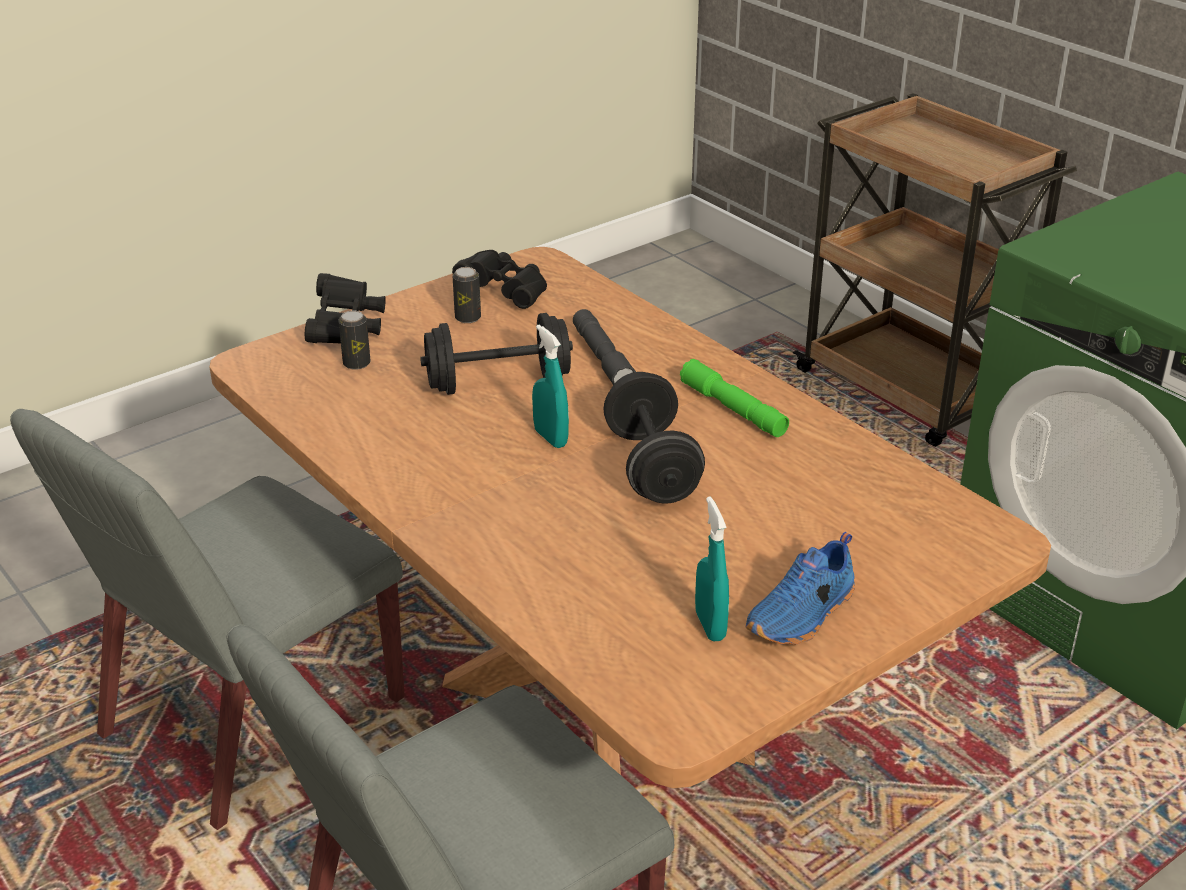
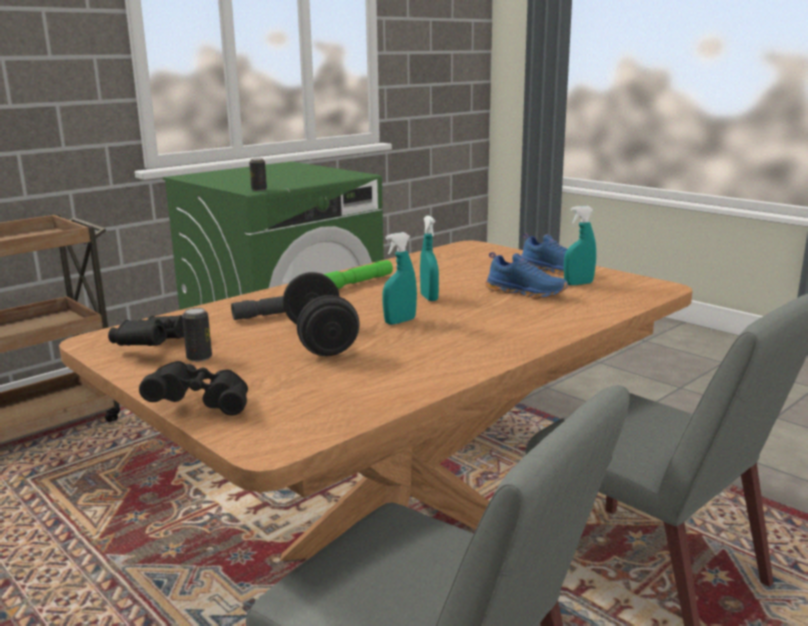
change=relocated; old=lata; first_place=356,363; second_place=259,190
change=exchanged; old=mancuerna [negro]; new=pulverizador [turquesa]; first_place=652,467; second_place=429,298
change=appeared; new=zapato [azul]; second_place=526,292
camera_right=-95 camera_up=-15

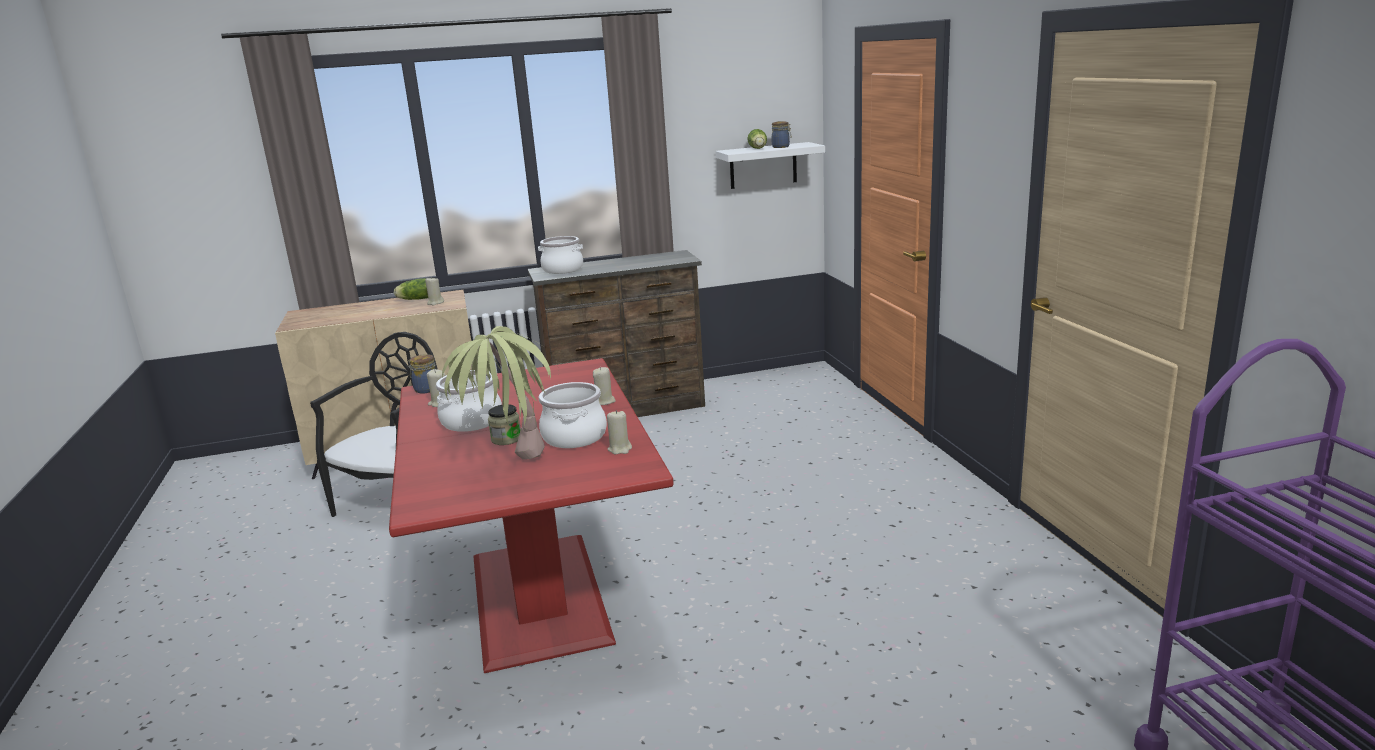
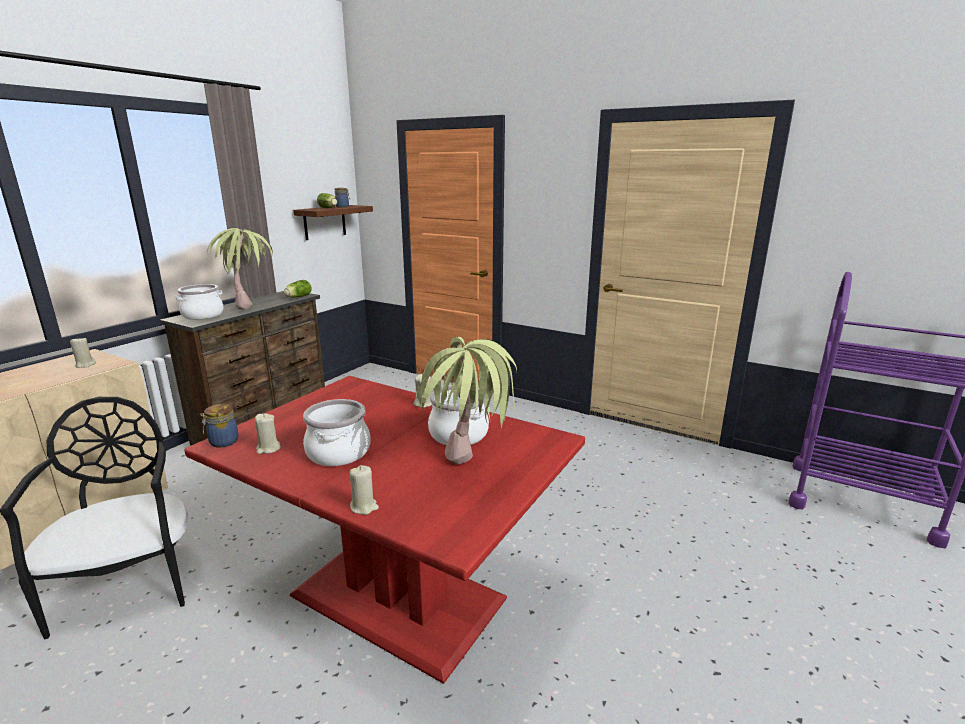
change=relocated; old=lechuga; first_place=414,299; second_place=297,297
change=missing; old=tarro; first_place=506,439
change=relocated; old=vela [beis]; first_place=620,449; second_place=364,507
change=colour; old=estante [blanco]; new=estante [marrón]; first_place=763,165; second_place=324,222
change=appeared; new=planta en maceta; second_place=250,305
camera_right=-45 camera_up=0

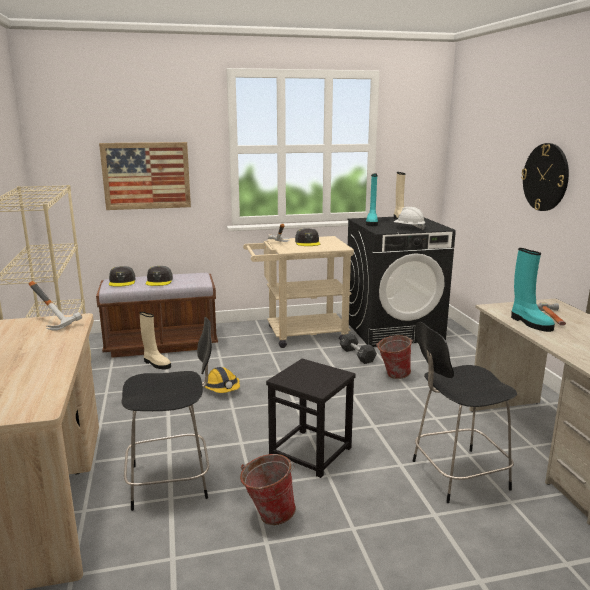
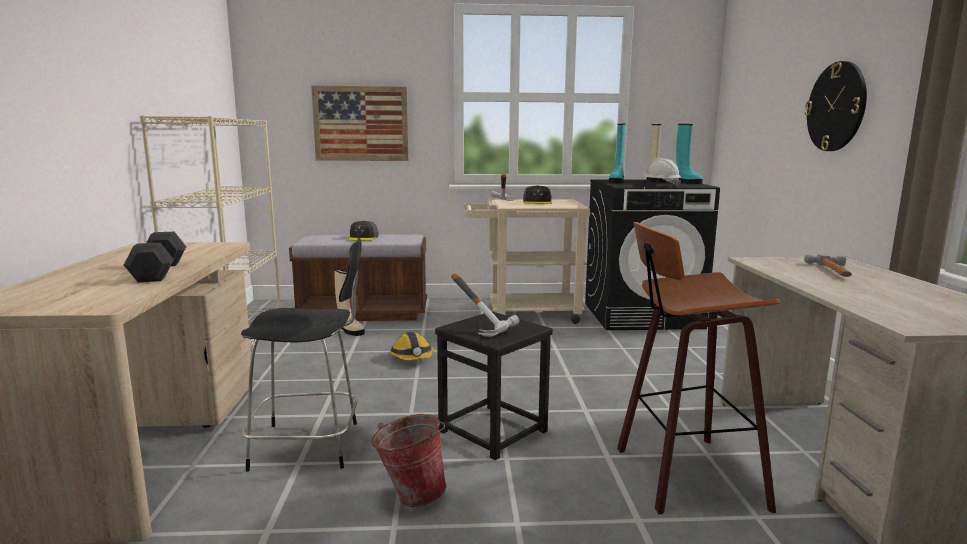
change=relocated; old=martillo; first_place=58,322; second_place=485,326
change=missing; old=gorra [gris]; first_place=122,282
change=relocated; old=mancuerna [negro]; first_place=357,355; second_place=159,272
change=missing; old=cubo; first_place=392,375
change=exchanged; old=silla [negro]; new=taburete; first_place=456,475; second_place=683,476
change=relocated; old=bota [turquesa]; first_place=529,323; second_place=686,182
camera_right=10 camera_up=-5

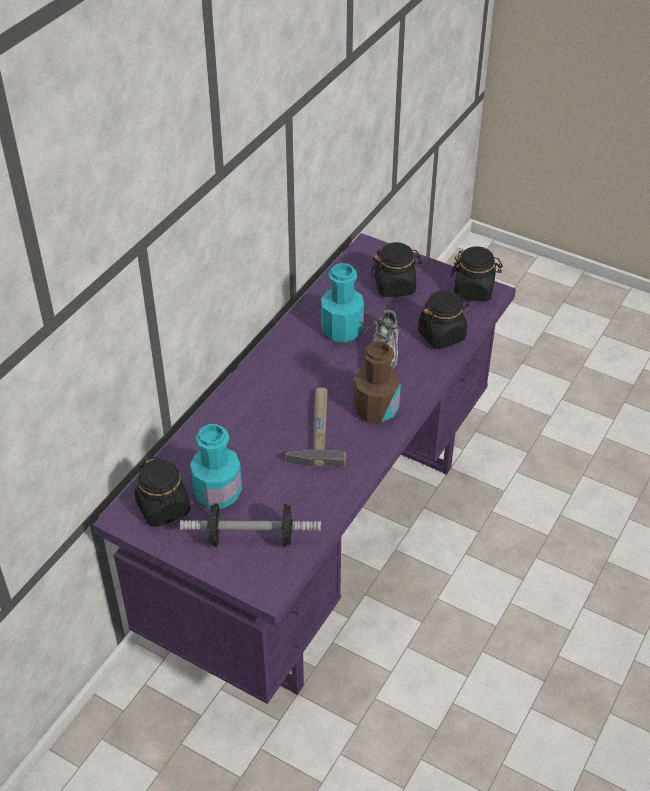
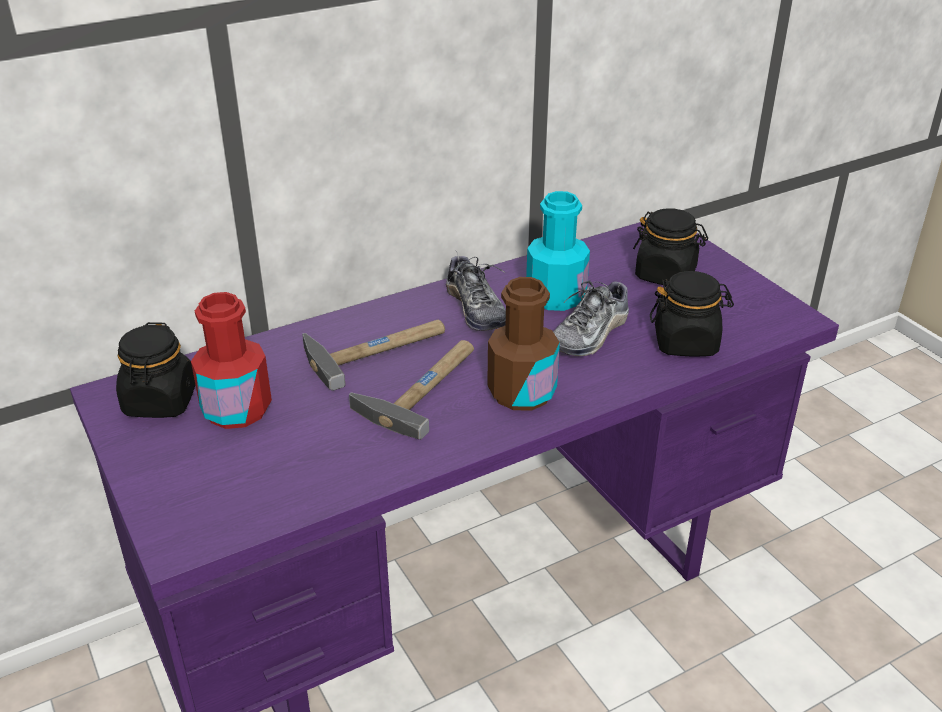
change=missing; old=mancuerna; first_place=251,538
change=colour; old=botella [turquesa]; new=botella [rojo]; first_place=218,493; second_place=236,410
change=missing; old=tarro [negro]; first_place=474,290
change=appeared; new=martillo; second_place=377,350
change=appeared; new=zapato; second_place=475,309
camera_right=30 camera_up=-10

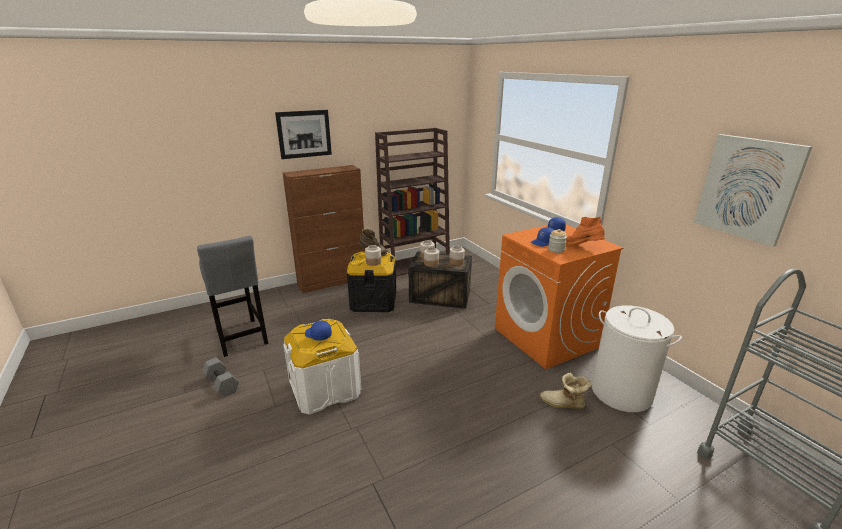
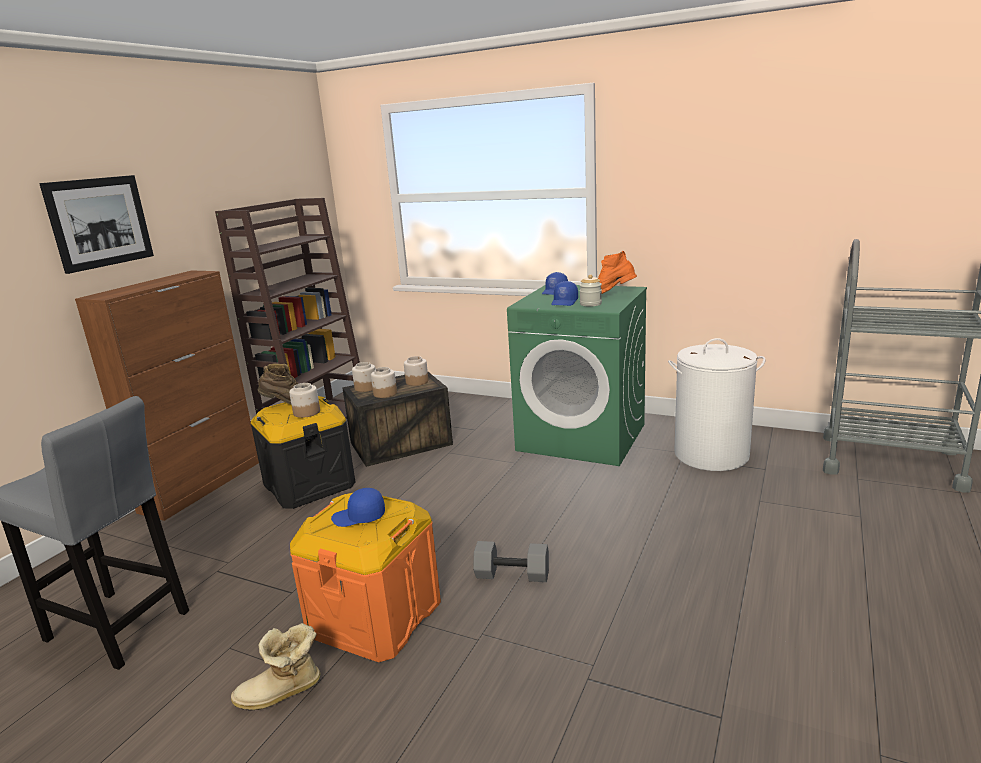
change=relocated; old=mancuerna [gris]; first_place=222,384; second_place=513,574
change=colour; old=caja de almacenaje [blanco]; new=caja de almacenaje [naranja]; first_place=325,389; second_place=375,616
change=colour; old=lavadora [naranja]; new=lavadora [verde]; first_place=546,338; second_place=582,437
change=relocated; old=bota; first_place=563,404; second_place=282,694
change=missing; old=cuadro; first_place=748,188
camera_right=-35 camera_up=-5

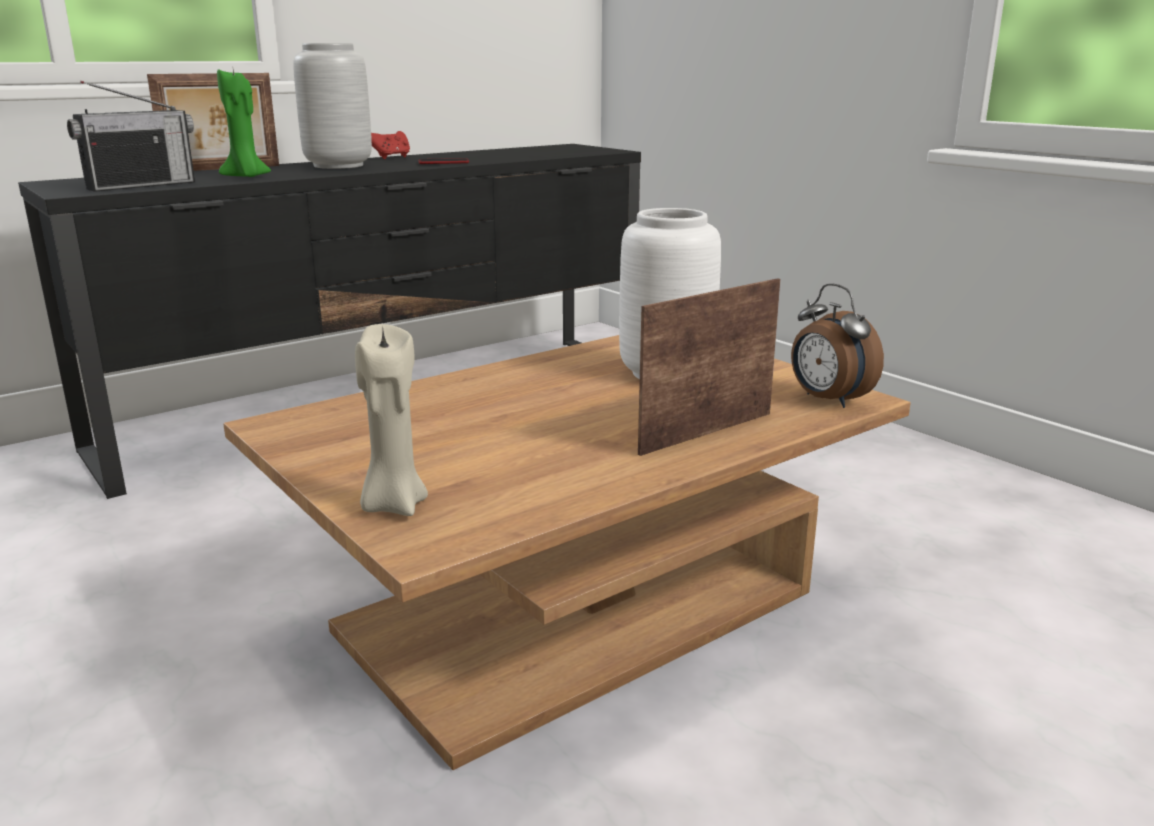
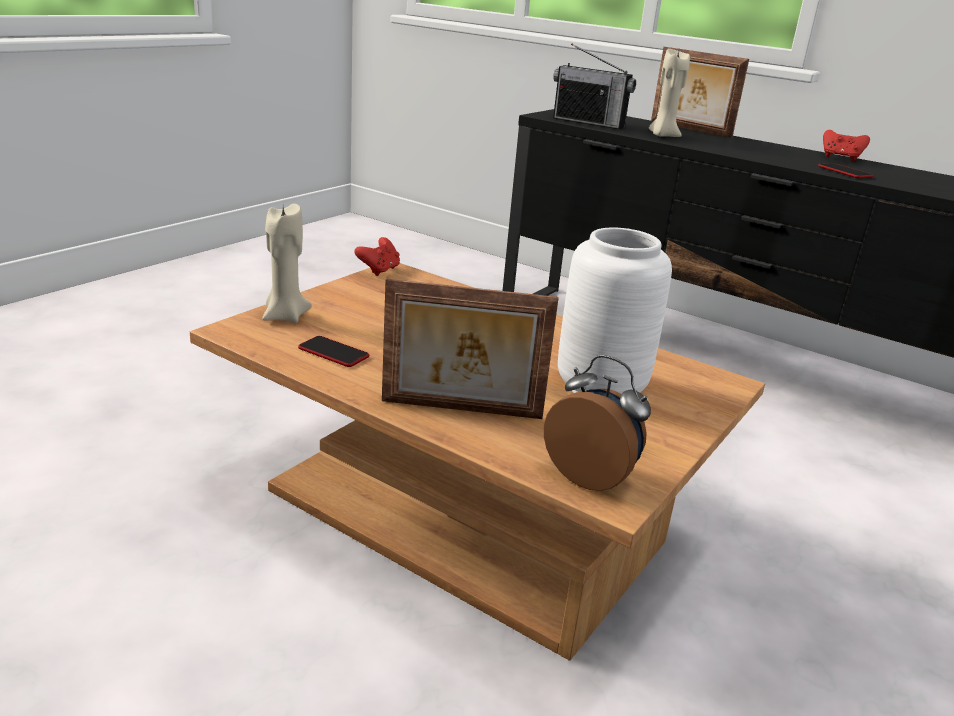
change=colour; old=vela [verde]; new=vela [beis]; first_place=246,177; second_place=662,136
change=missing; old=florero [gris]; first_place=340,166
change=spun; old=portarretratos; first_place=704,432; second_place=461,410; degrees=150
change=spun; old=despertador; first_place=827,400; second_place=591,476; degrees=90
change=appeared; new=móvil; second_place=333,353
change=appeared; new=mando de consola [rojo]; second_place=379,270
camera_right=70 camera_up=5

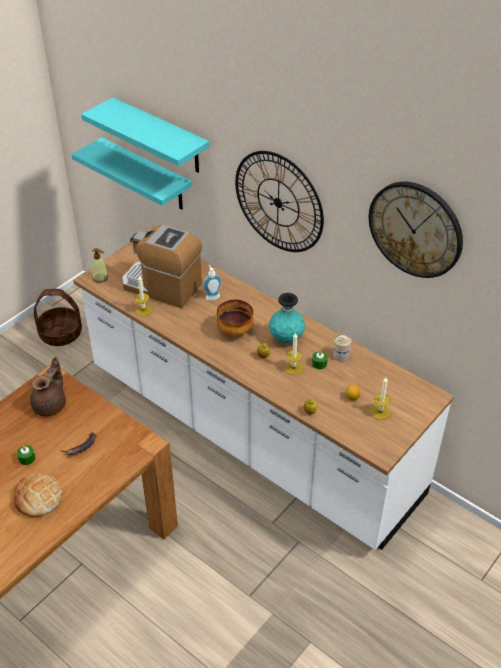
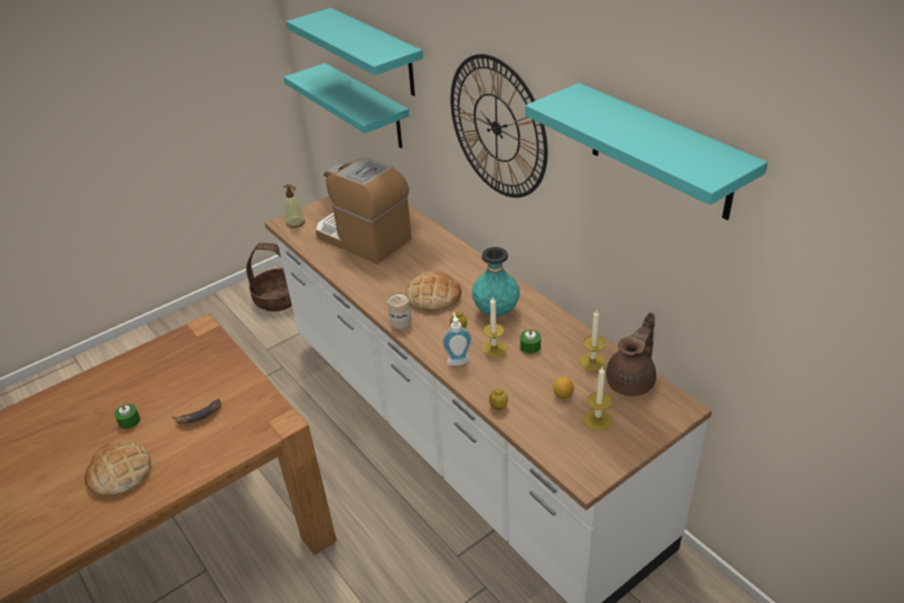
change=relocated; old=tetera [marrón]; first_place=51,405; second_place=632,381
change=relocated; old=vela; first_place=143,310; second_place=592,362
change=relocated; old=dispensador de jabón; first_place=212,296; second_place=458,359
change=exchanged; old=cuenco; new=pan; first_place=235,330; second_place=433,295
change=relocated; old=lata; first_place=341,355; second_place=400,321
change=exchanged; old=reloj de pared; new=estante [turquesa]; first_place=415,229; second_place=660,152
camera_right=15 camera_up=-5

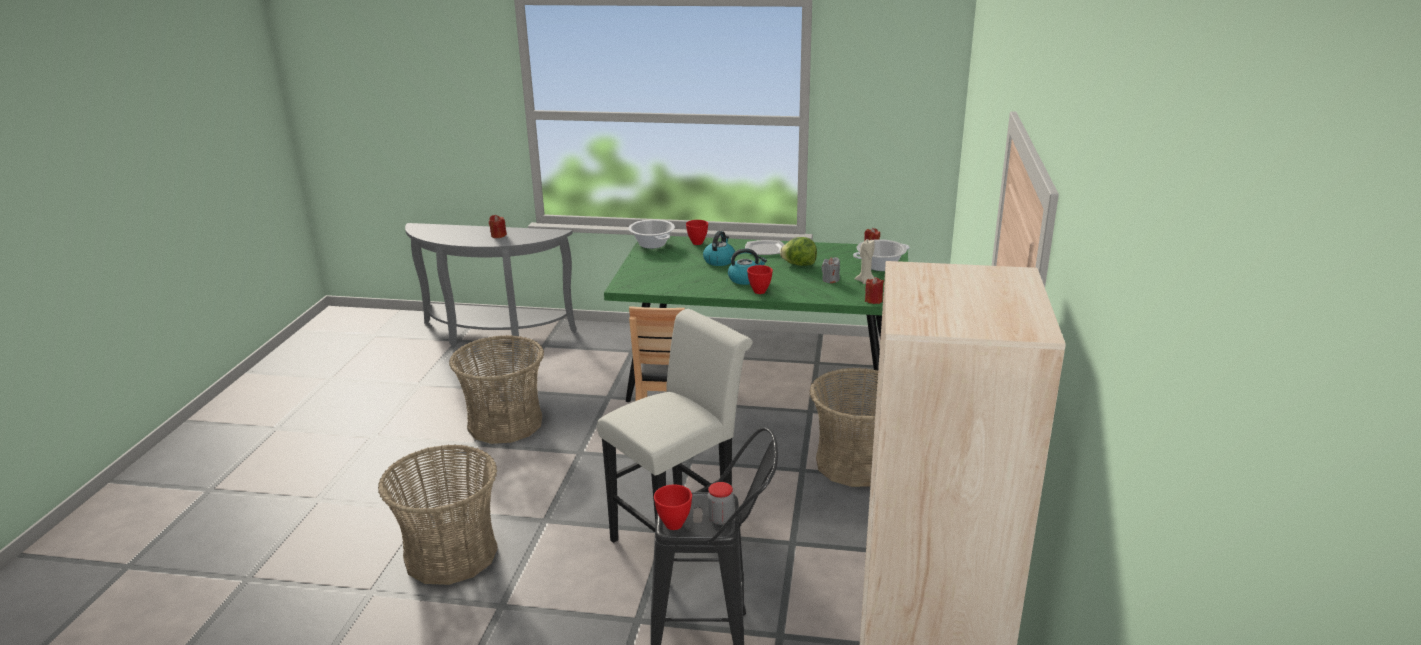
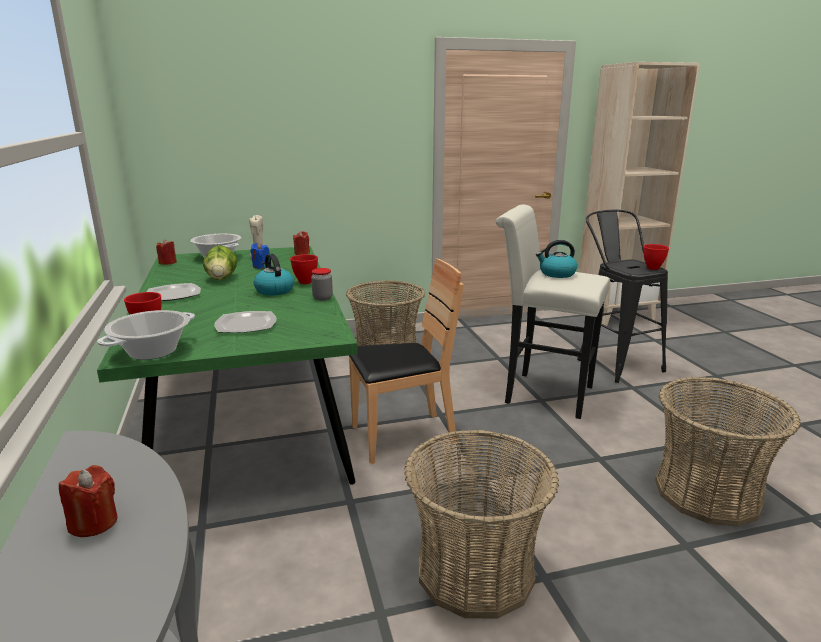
change=relocated; old=hervidor; first_place=719,261; second_place=556,274
change=relocated; old=tarro; first_place=720,519; second_place=322,298
change=colour; old=vela [gris]; new=vela [azul]; first_place=830,280; second_place=261,266
change=appeared; new=plato; second_place=247,325
camera_right=-115 camera_up=-5

